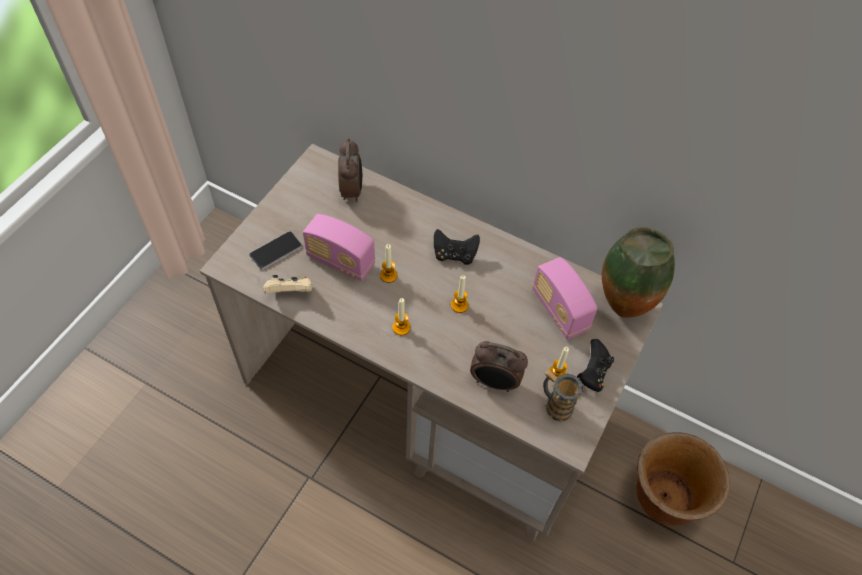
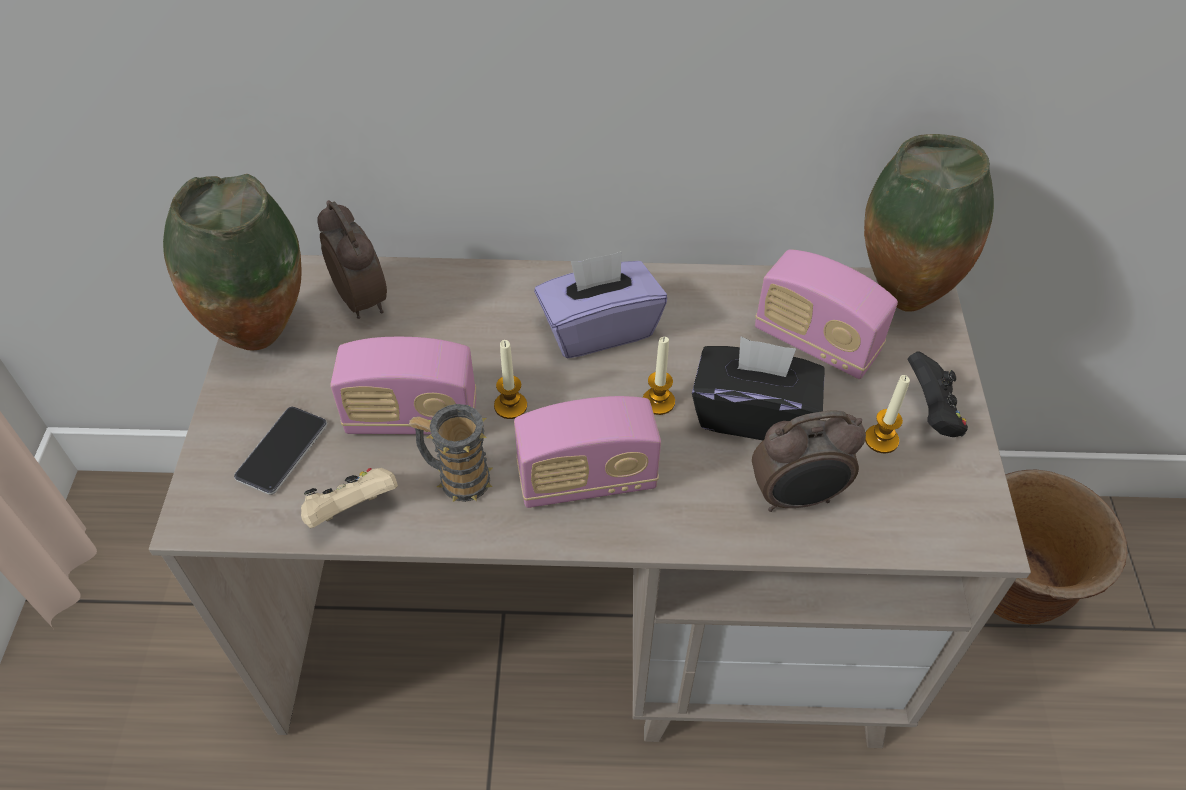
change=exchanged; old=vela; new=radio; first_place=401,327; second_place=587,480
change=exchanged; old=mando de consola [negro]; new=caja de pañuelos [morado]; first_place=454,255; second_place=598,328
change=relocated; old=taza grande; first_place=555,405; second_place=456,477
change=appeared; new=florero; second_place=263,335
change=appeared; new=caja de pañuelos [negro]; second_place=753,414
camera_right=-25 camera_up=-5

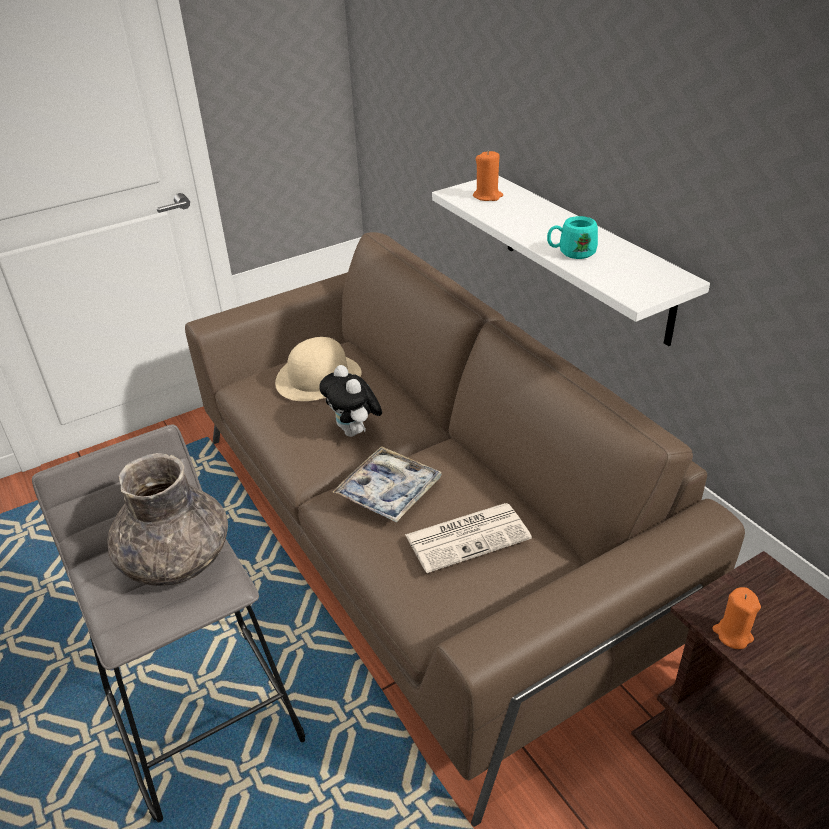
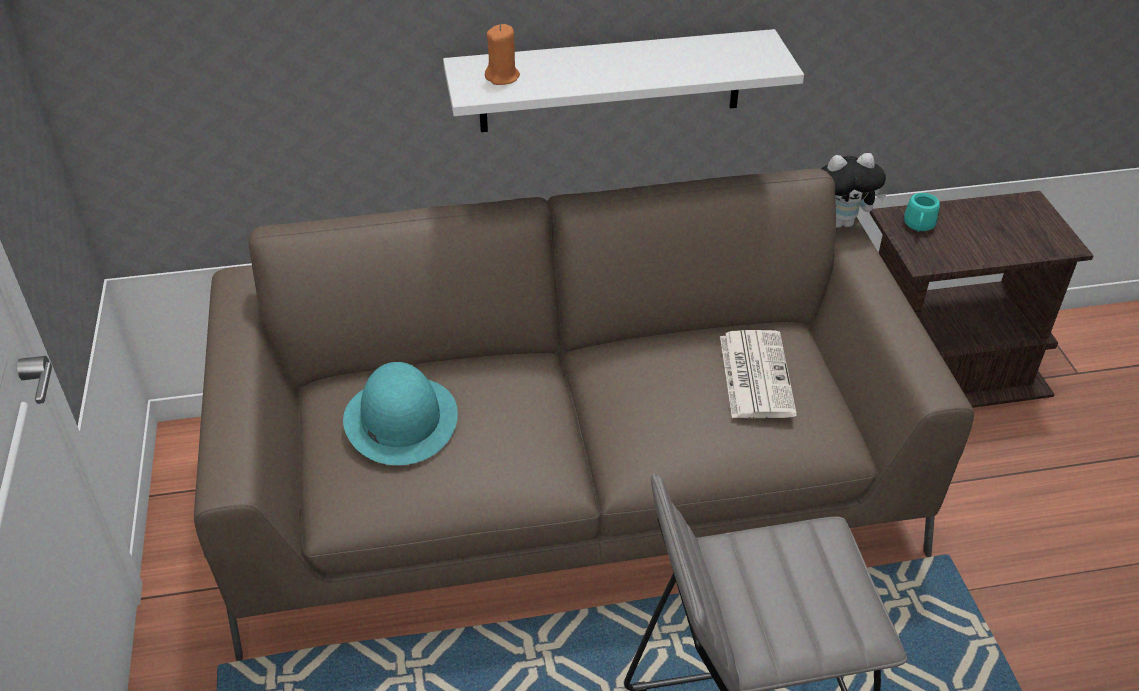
change=missing; old=florero [gris]; first_place=176,560
change=colour; old=sombrero [beis]; new=sombrero [turquesa]; first_place=318,377; second_place=400,419
change=relocated; old=peluche; first_place=354,432; second_place=841,222
change=missing; old=bandeja; first_place=388,491
change=relocated; old=taza grande [turquesa]; first_place=571,253; second_place=918,227
change=missing; old=vela [naranja]; first_place=732,634
camera_right=-70 camera_up=5

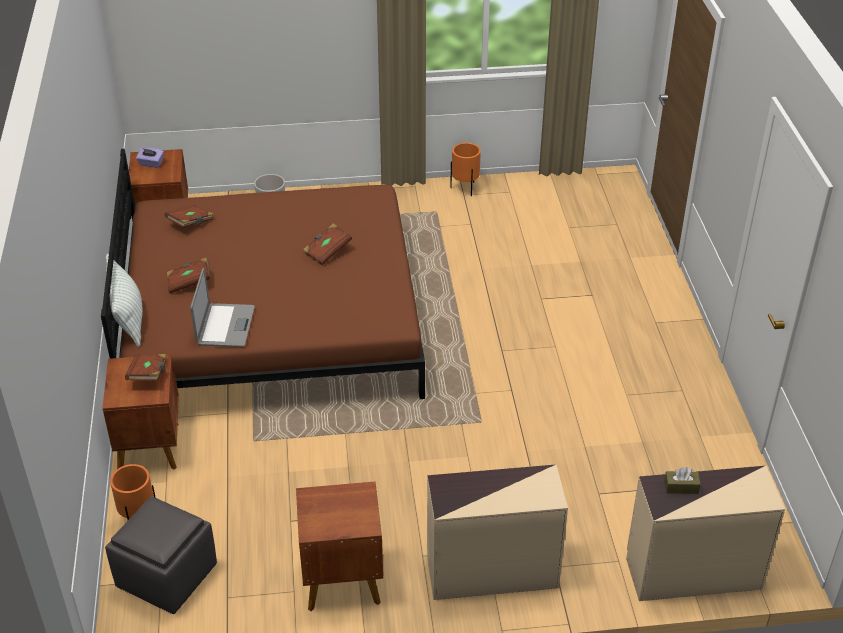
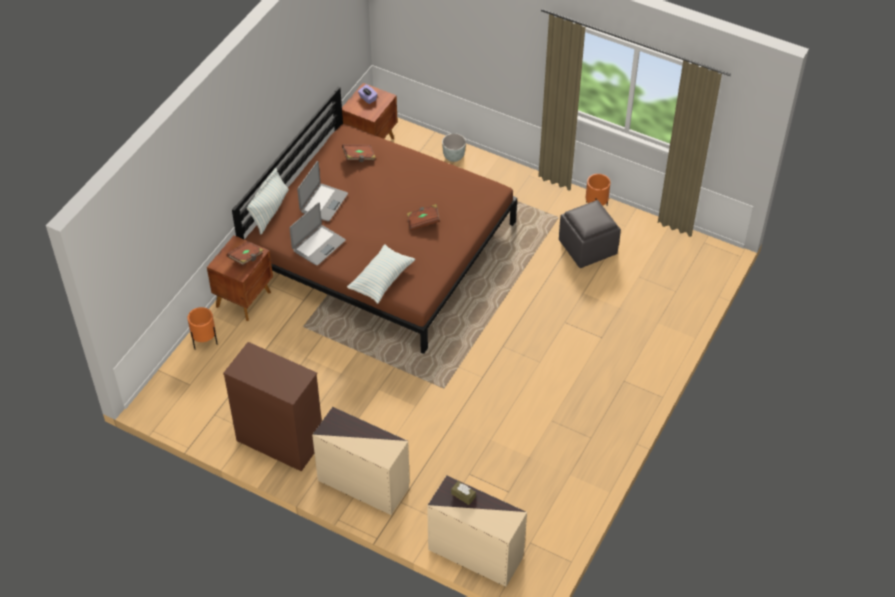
change=relocated; old=puf [gris]; first_place=168,575; second_place=588,247
change=exchanged; old=libro [marrón]; new=portátil; first_place=189,282; second_place=323,203
change=exchanged; old=mesita de noche [marrón]; new=cómoda [marrón]; first_place=341,580; second_place=279,440
change=appeared; new=cojín; second_place=381,279
camera_right=35 camera_up=10

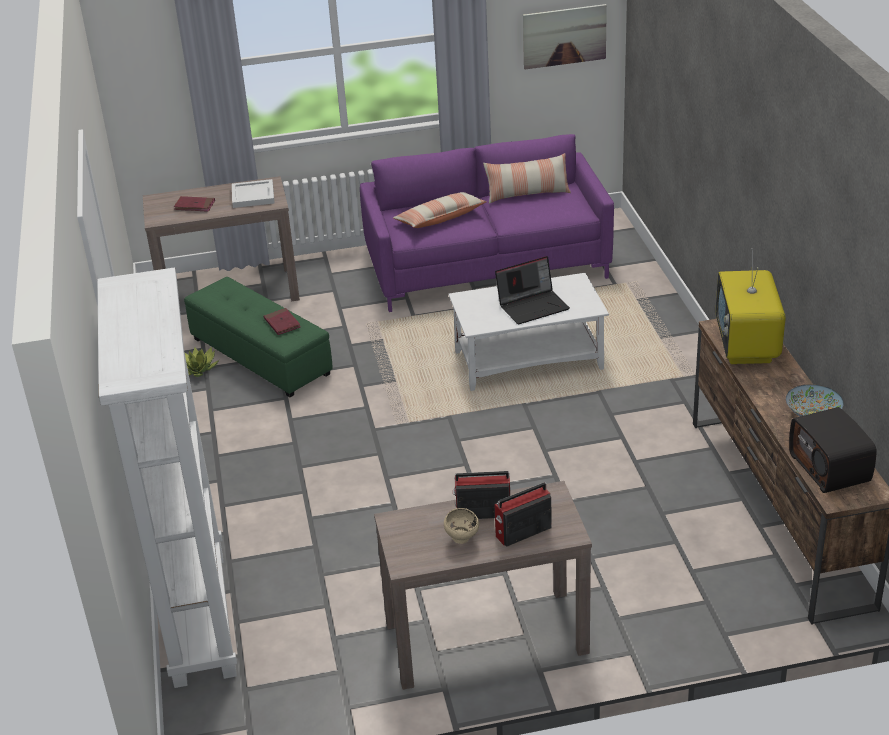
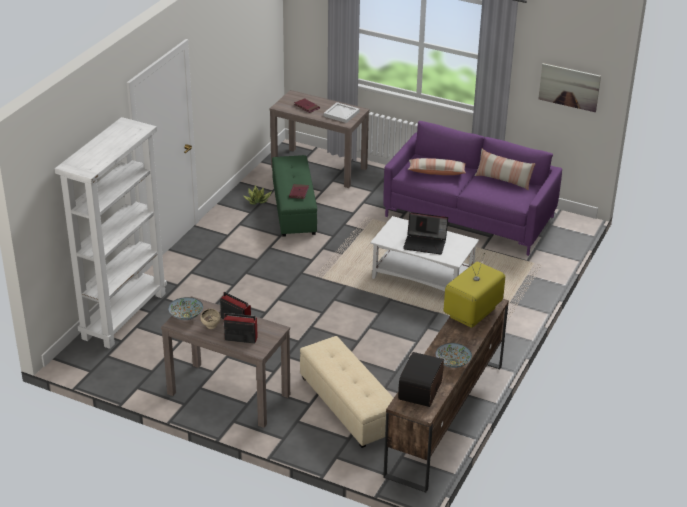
change=appeared; new=cuenco; second_place=186,316
change=appeared; new=puf [beis]; second_place=347,405
camera_right=35 camera_up=0

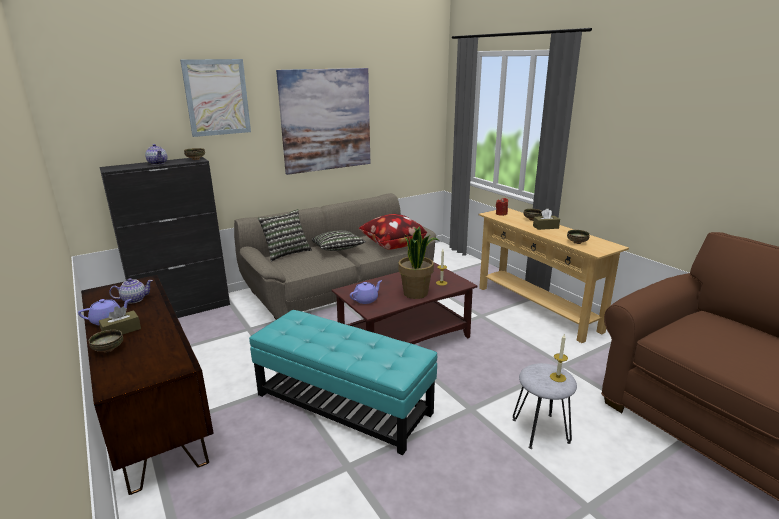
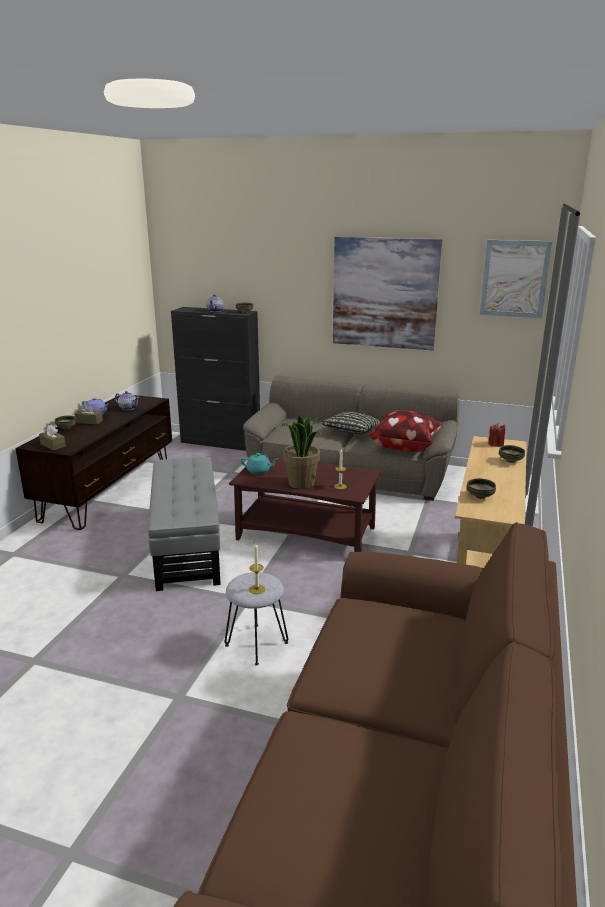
change=relocated; old=cuadro; first_place=217,97; second_place=514,279
change=colour; old=puf [turquesa]; new=puf [gris]; first_place=343,404; second_place=186,545
change=missing; old=cojín; first_place=286,253
change=colour; old=tetera [morado]; new=tetera [turquesa]; first_place=366,300; second_place=259,471
change=relocated; old=caja de pañuelos [marrón]; first_place=545,227; second_place=53,445
camera_right=50 camera_up=0

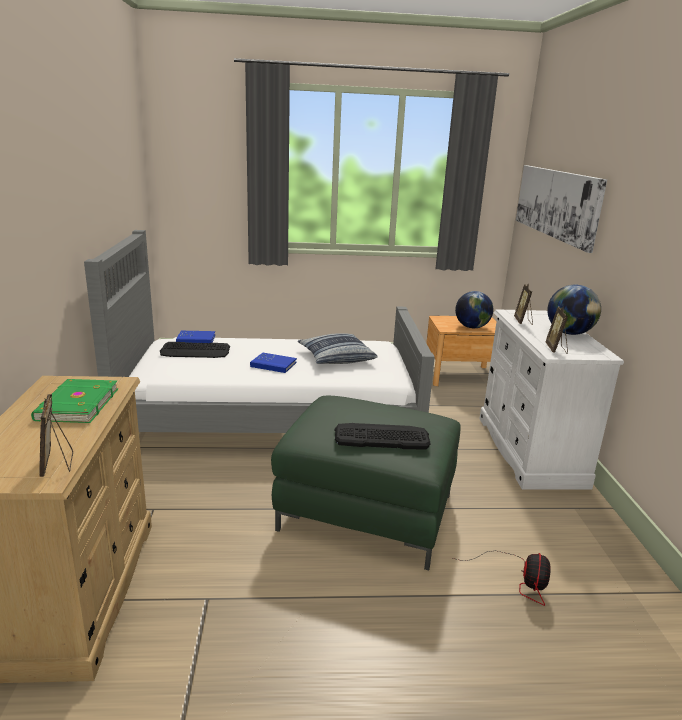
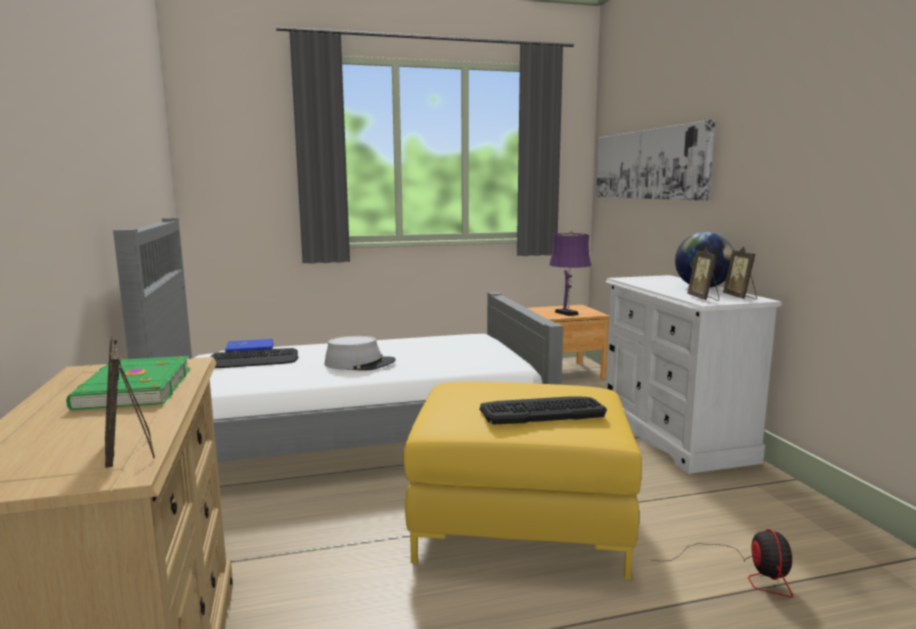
change=exchanged; old=libro [azul]; new=sombrero [gris]; first_place=273,364; second_place=360,363
change=colour; old=puf [verde]; new=puf [amarillo]; first_place=367,512; second_place=520,523
change=missing; old=cojín; first_place=336,357
change=exchanged; old=globo terráqueo; new=lámpara de mesa [morado]; first_place=471,327; second_place=568,313
change=relocated; old=portarretratos; first_place=523,321; second_place=740,297
camera_right=-10 camera_up=-10

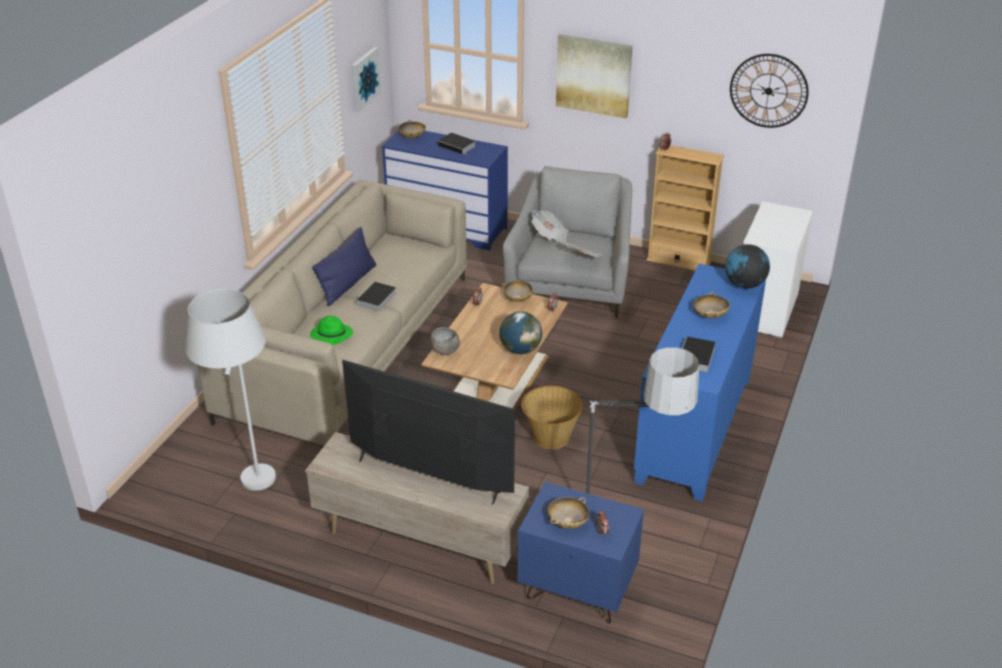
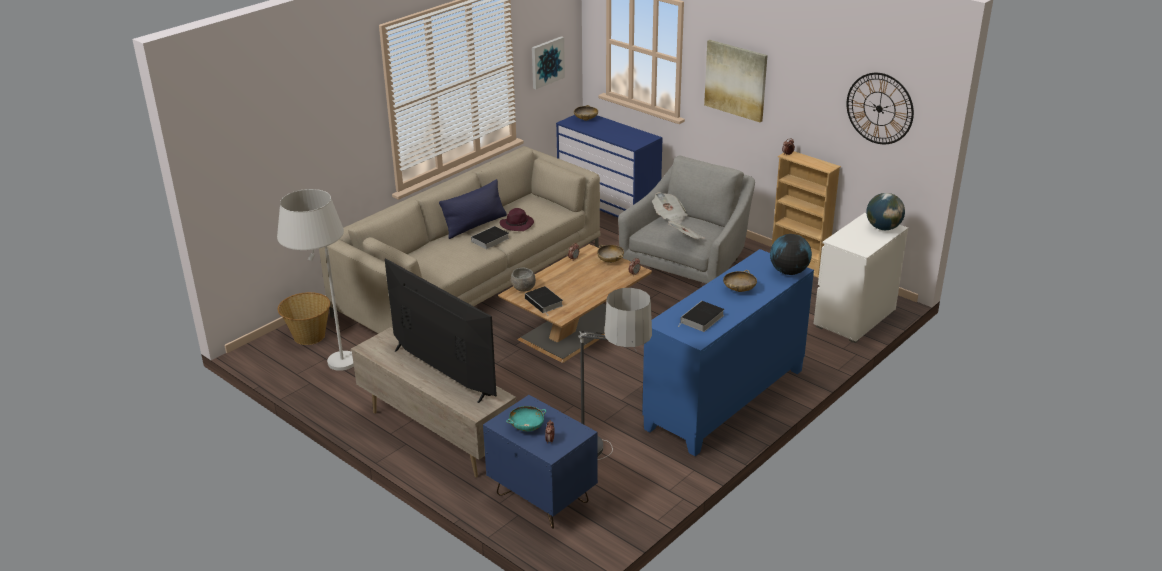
change=missing; old=sombrero [verde]; first_place=331,335
change=relocated; old=libro; first_place=457,146; second_place=544,302
change=relocated; old=globo terráqueo; first_place=520,350; second_place=883,228
change=relocated; old=cesta; first_place=550,437; second_place=308,336
change=colour; old=cuenco [beis]; new=cuenco [turquesa]; first_place=567,522; second_place=526,427
change=appeared; new=sombrero [morado]; second_place=517,224
camera_right=20 camera_up=-5

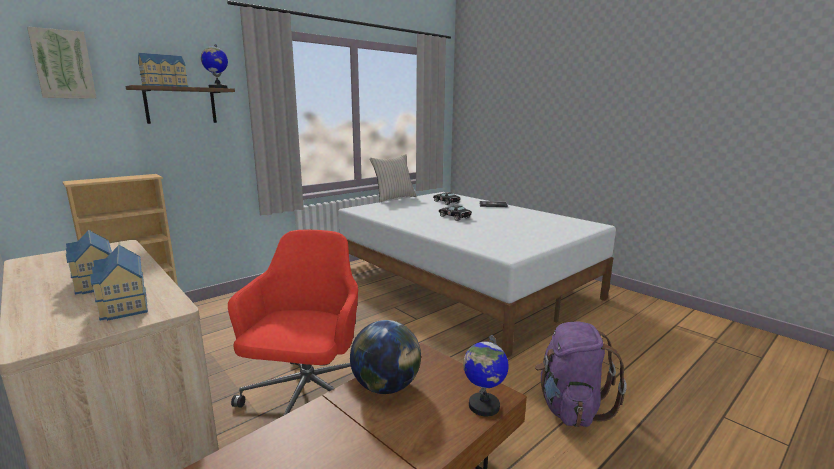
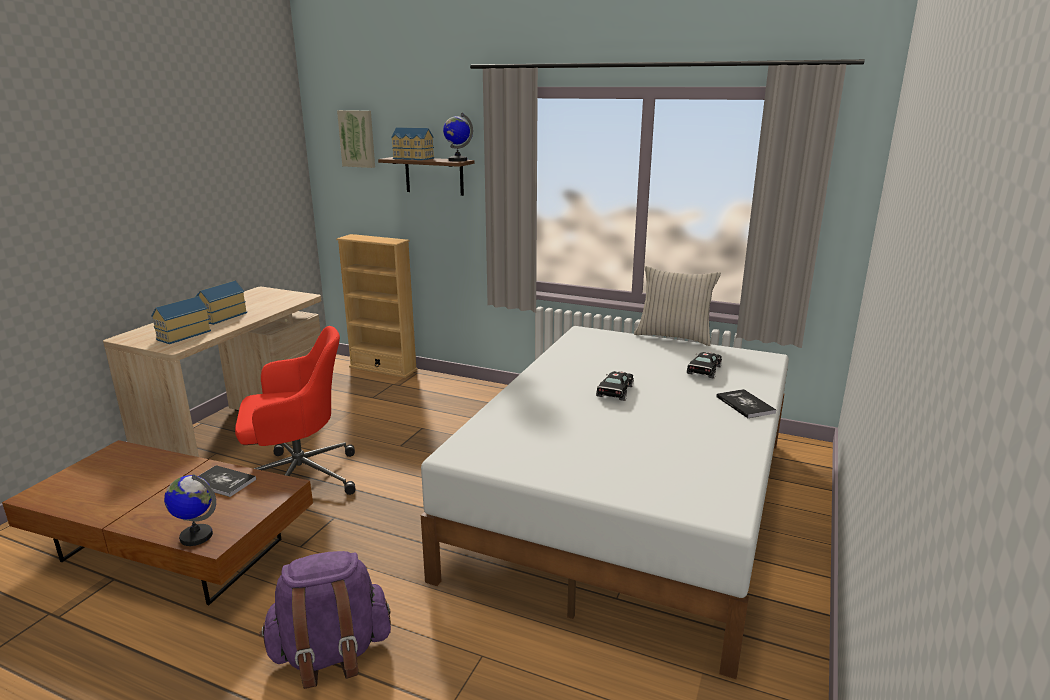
change=exchanged; old=globo terráqueo; new=libro; first_place=386,387; second_place=223,482
camera_right=65 camera_up=5

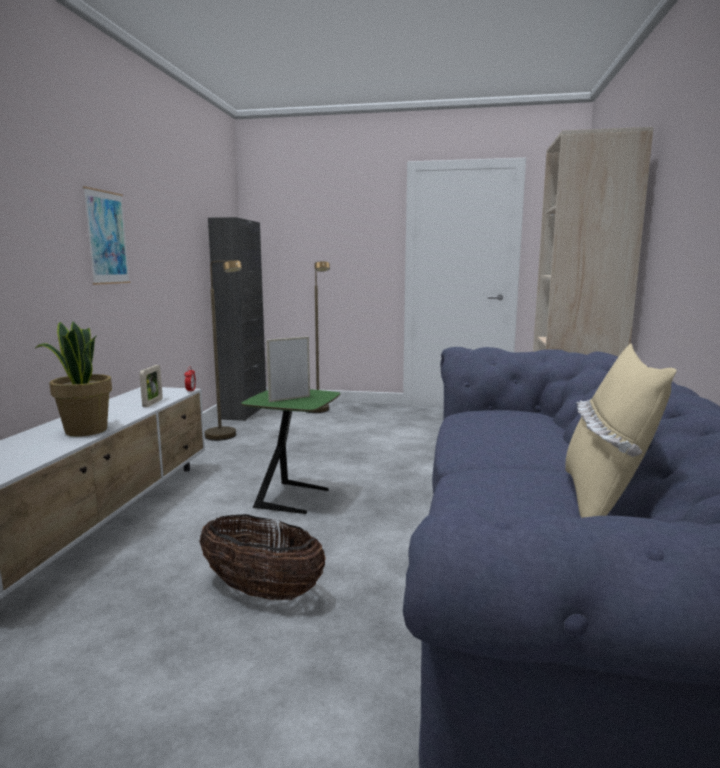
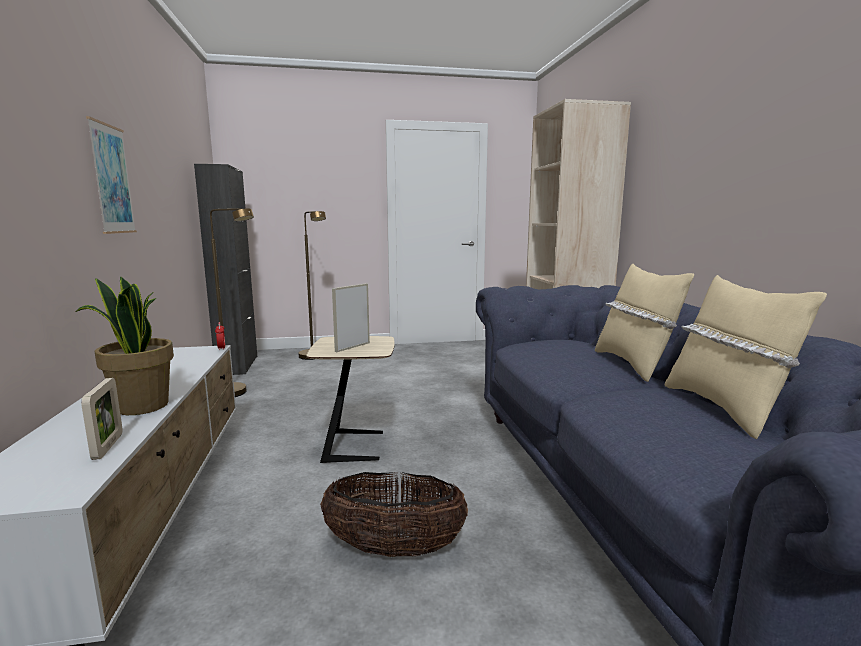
change=relocated; old=portarretratos; first_place=152,403; second_place=108,446
change=colour; old=mesa auxiliar [verde]; new=mesa auxiliar [beis]; first_place=295,498; second_place=356,446
change=appeared; new=cojín [beis]; second_place=633,364
camera_right=-20 camera_up=0

